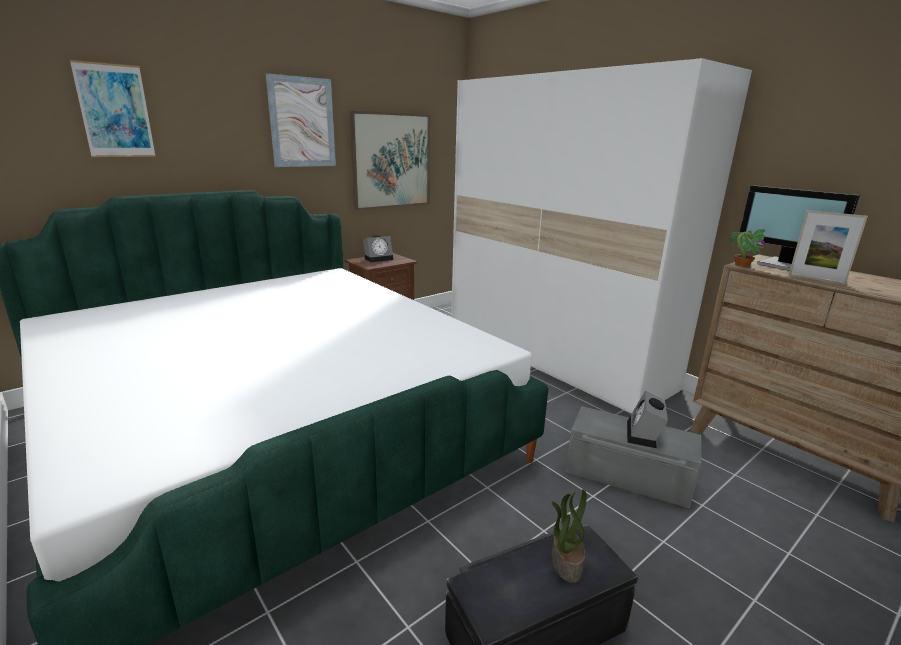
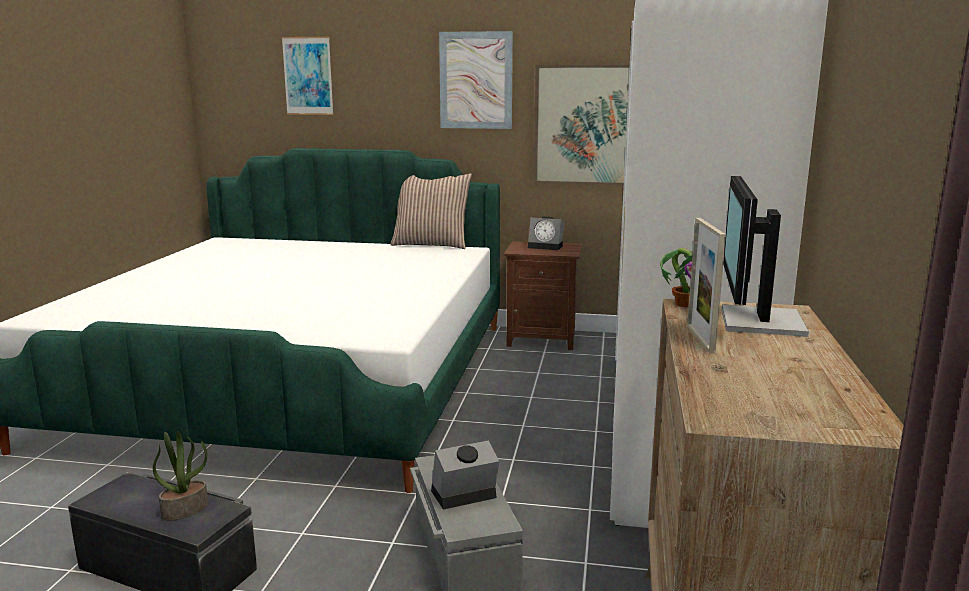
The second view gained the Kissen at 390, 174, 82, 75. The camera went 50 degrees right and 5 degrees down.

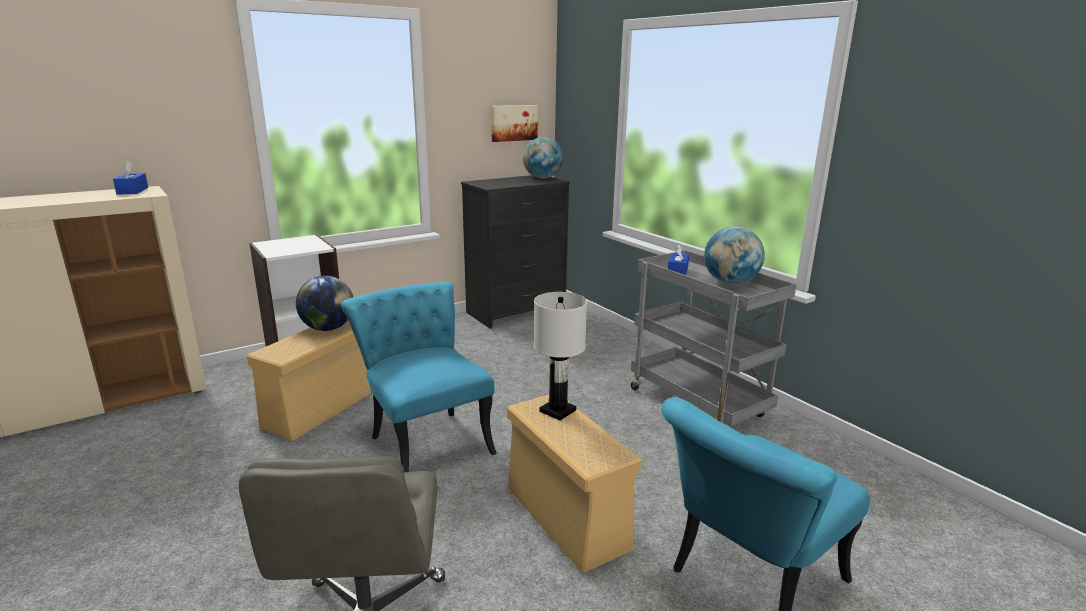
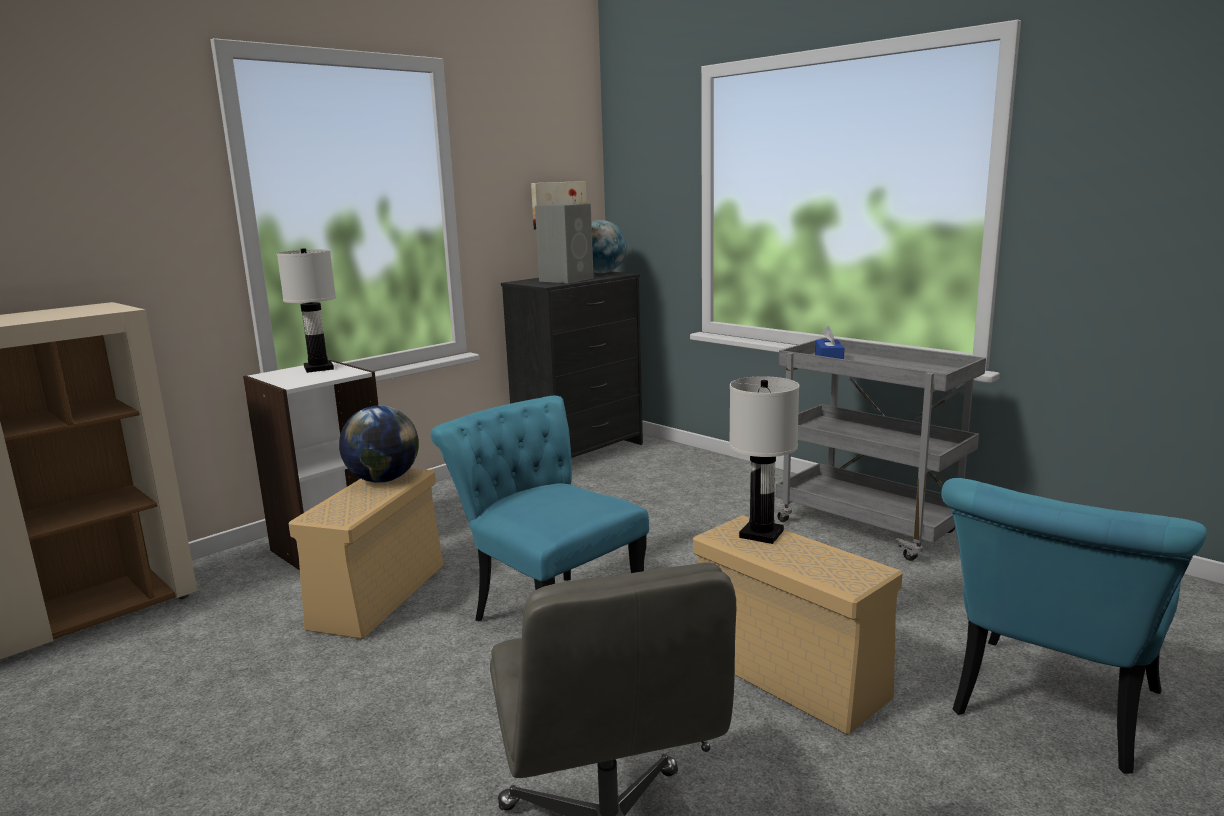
The second view lost the Taschentuchbox/blau at 113, 161, 35, 34. The second view lost the Globus at 704, 227, 61, 58. The second view gained the Tischlampe/weiß at 277, 248, 59, 125. The second view gained the Lautsprecher/grau at 535, 204, 59, 79. The camera went 10 degrees left and 5 degrees down.

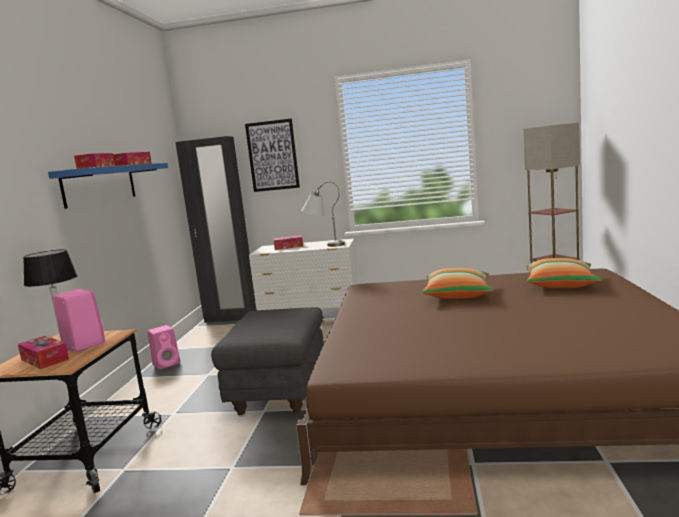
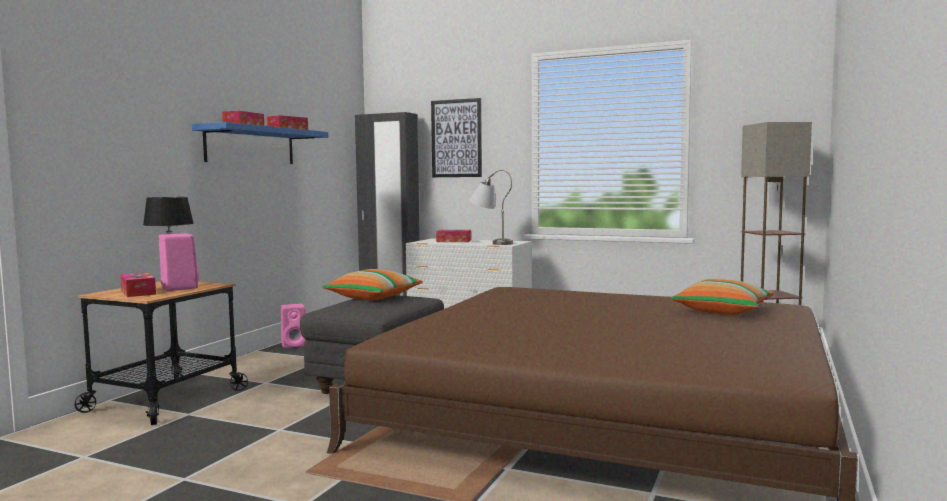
The Kissen ended up elsewhere, having gone from 422, 268, 71, 31 to 322, 269, 101, 32. The camera went 15 degrees right and 5 degrees down.

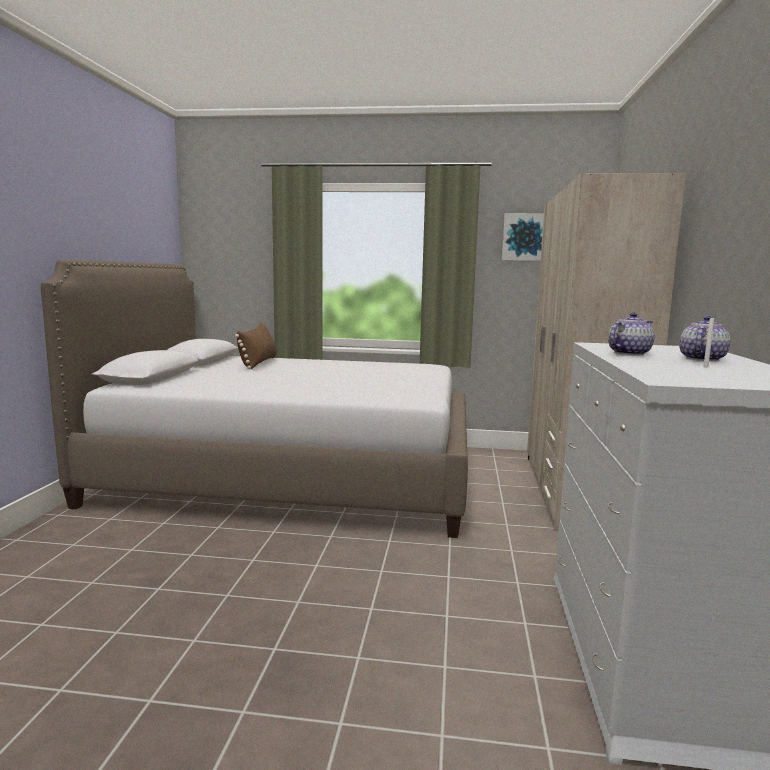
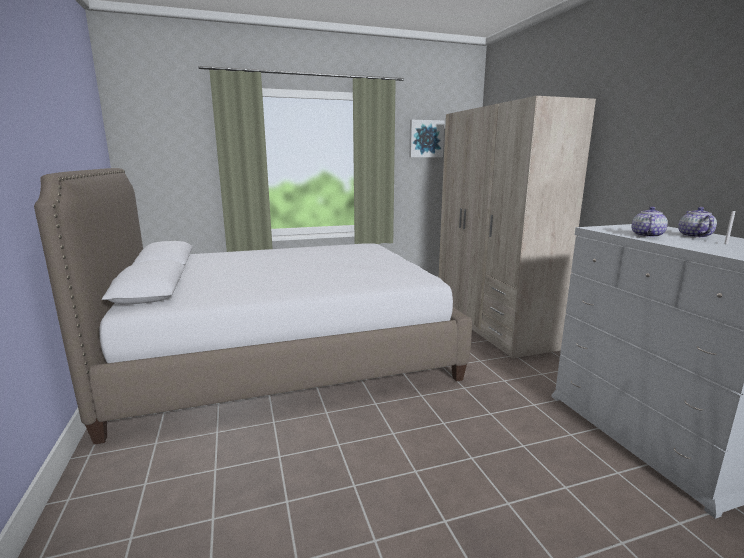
The second view lost the Kissen/braun at 235, 323, 41, 46. The camera went 25 degrees left and 5 degrees up.

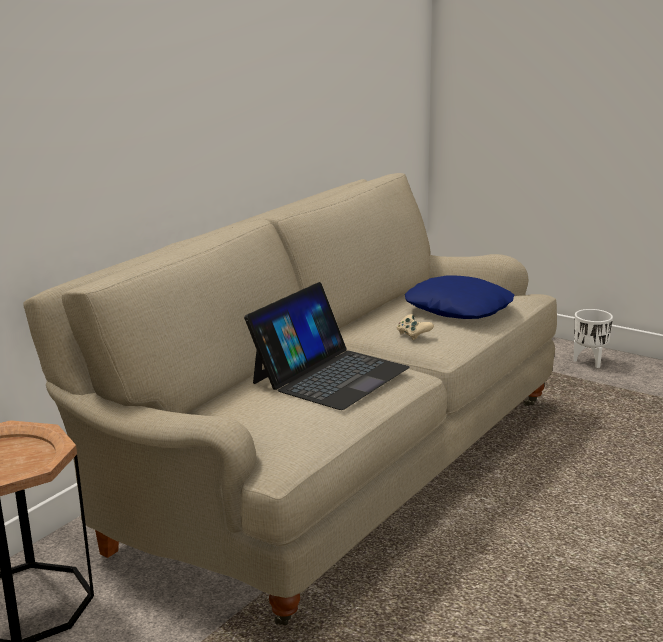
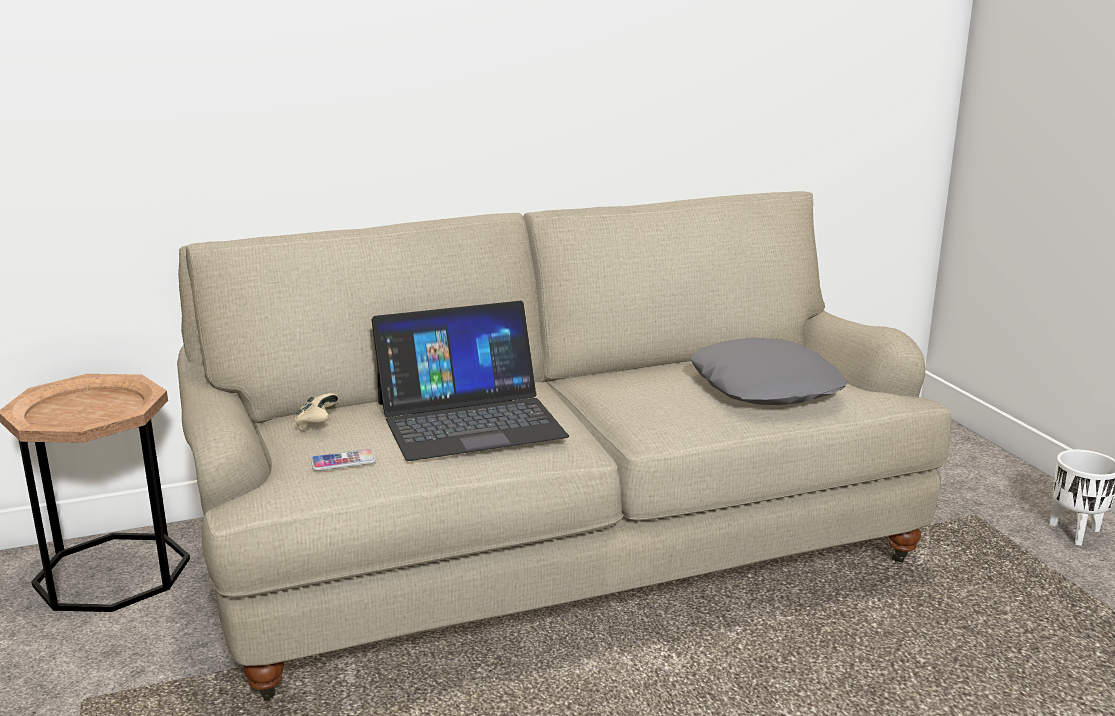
The Gamepad/beige ended up elsewhere, having gone from 397, 314, 37, 26 to 294, 393, 44, 36. What was the Kissen/blau at 405, 275, 109, 44 turned into the Kissen/grau at 690, 338, 157, 67. The second view gained the Handy at 311, 449, 65, 22. The camera went 35 degrees right and 0 degrees up.

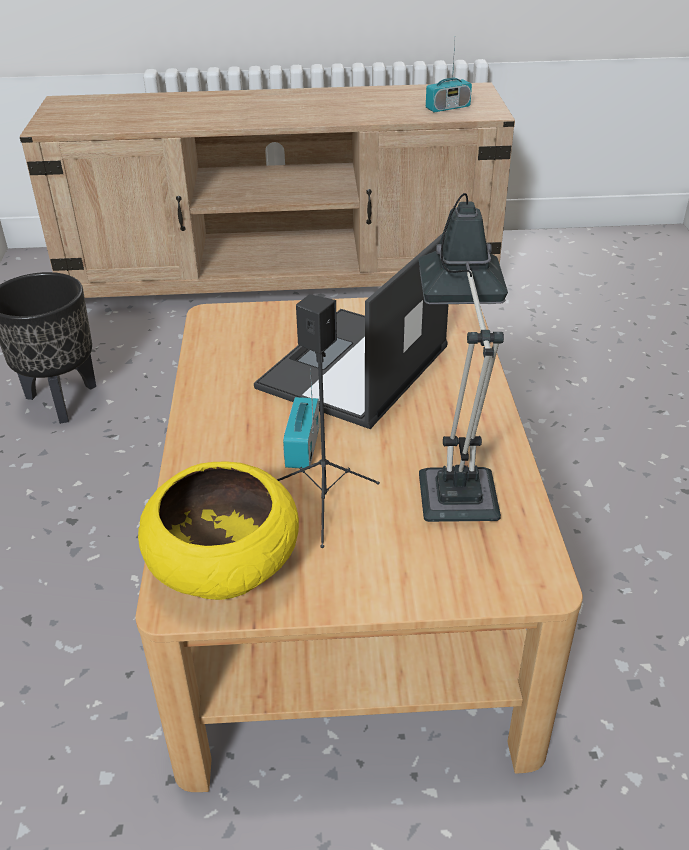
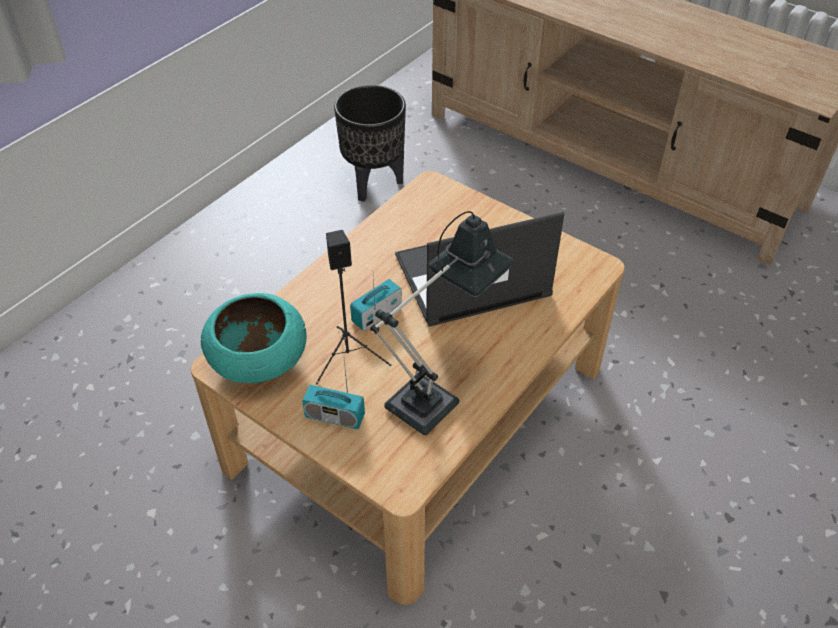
What was the Schüssel/gelb at 138, 461, 161, 139 turned into the Schüssel/türkis at 201, 293, 106, 90. The Radio ended up elsewhere, having gone from 426, 43, 46, 69 to 302, 361, 63, 68. The camera went 40 degrees right and 10 degrees up.

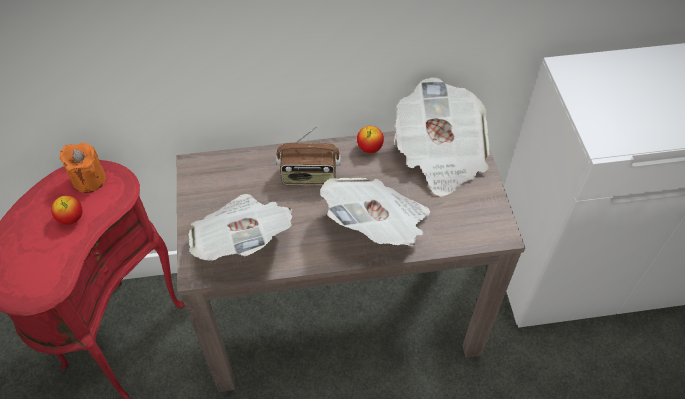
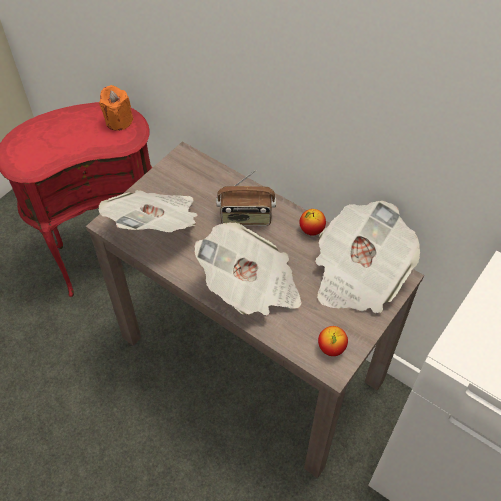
The Apfel ended up elsewhere, having gone from 51, 196, 31, 29 to 318, 326, 30, 30. The Radio at 276, 126, 65, 60 ended up facing another way, 45 degrees counterclockwise from before. The camera went 45 degrees right and 0 degrees up.

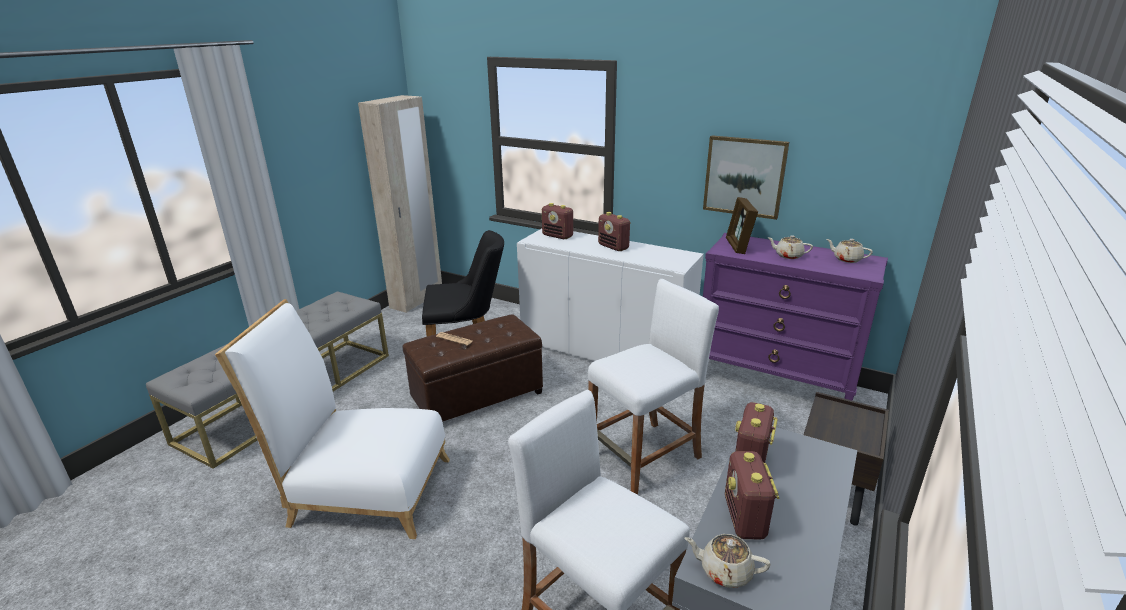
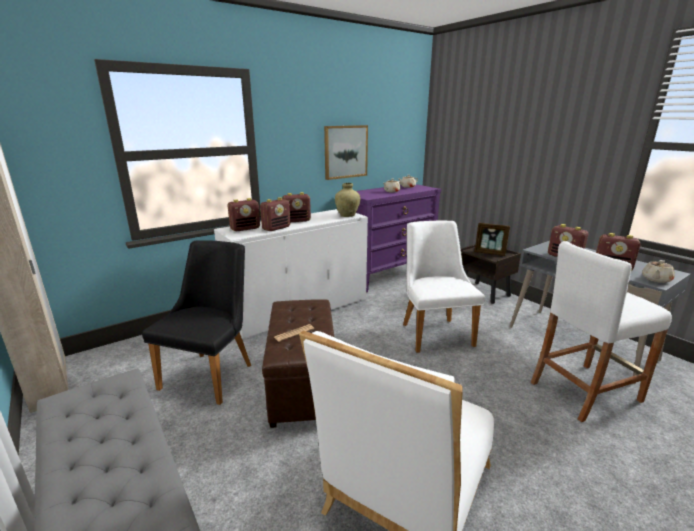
Where the Hocker/weiß stood at 588, 279, 131, 216, the Stuhl/weiß came to stand at 403, 221, 82, 132. The Bilderrahmen ended up elsewhere, having gone from 726, 197, 32, 57 to 474, 223, 36, 33. The second view gained the Radio at 260, 197, 30, 34. The second view gained the Vase/beige at 335, 183, 26, 34. The camera went 65 degrees left and 5 degrees down.

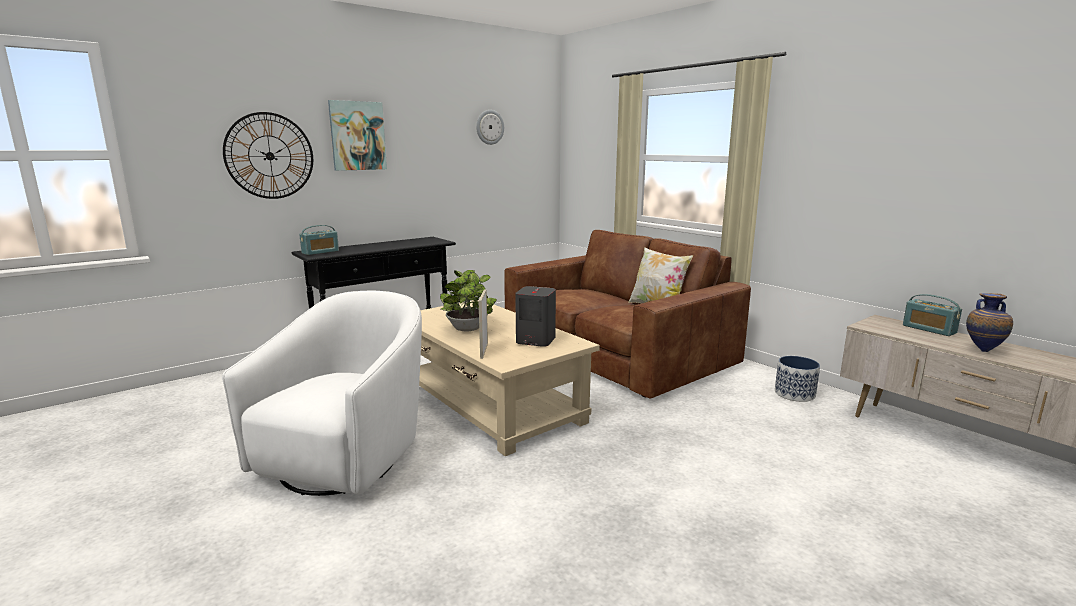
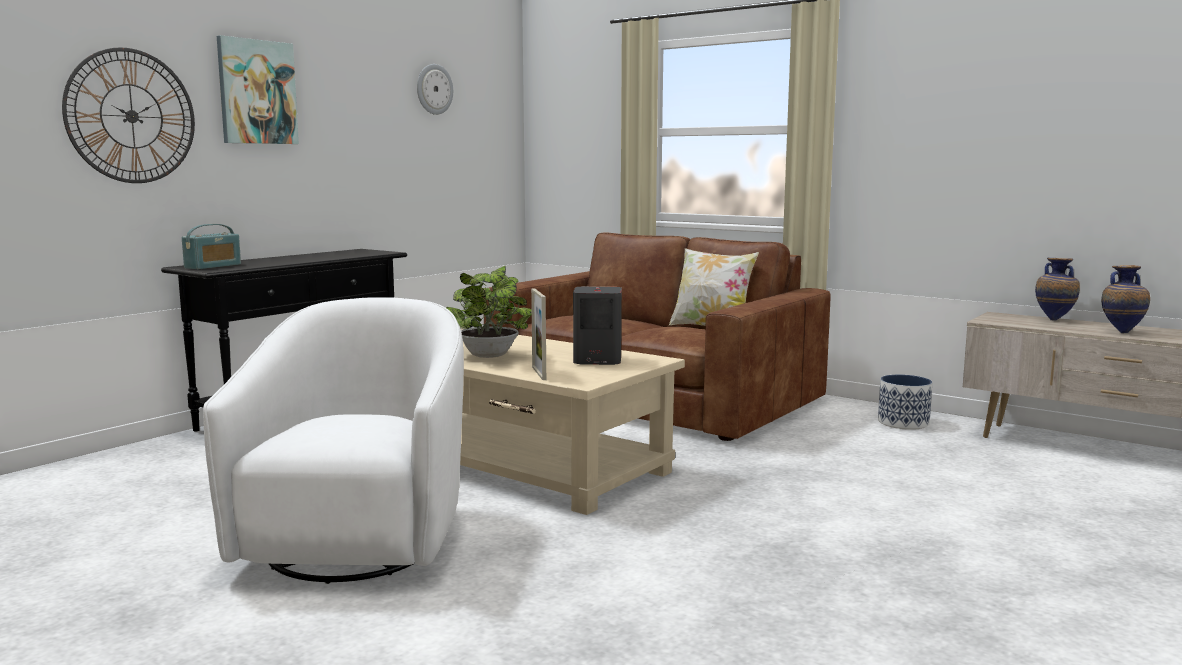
Where the Radio stood at 903, 294, 59, 42, the Vase came to stand at 1035, 257, 45, 64. The camera went 15 degrees left and 5 degrees down.

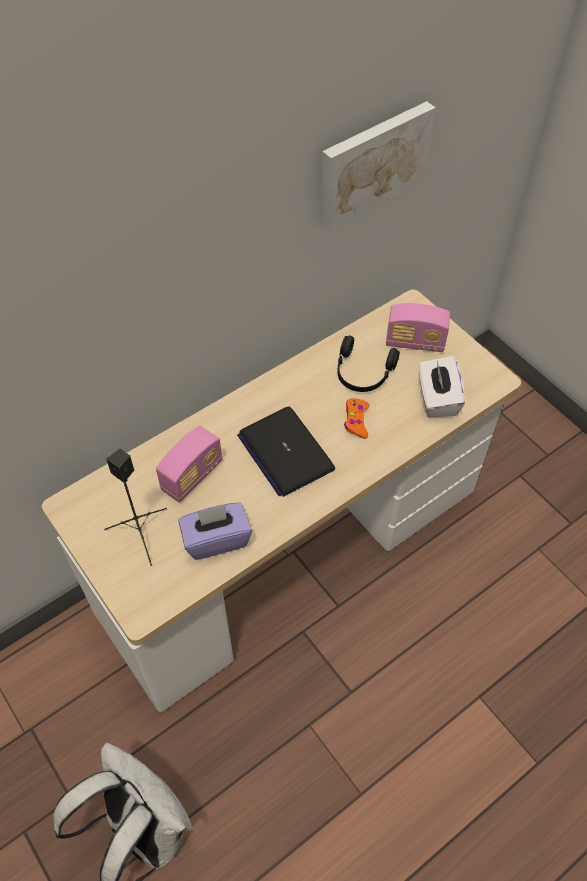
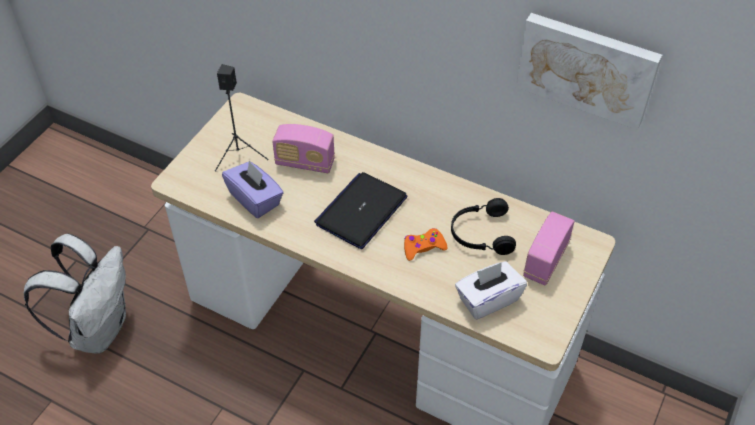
The Radio at 386, 303, 64, 49 ended up facing another way, 45 degrees clockwise from before. The camera went 65 degrees right and 5 degrees down.

